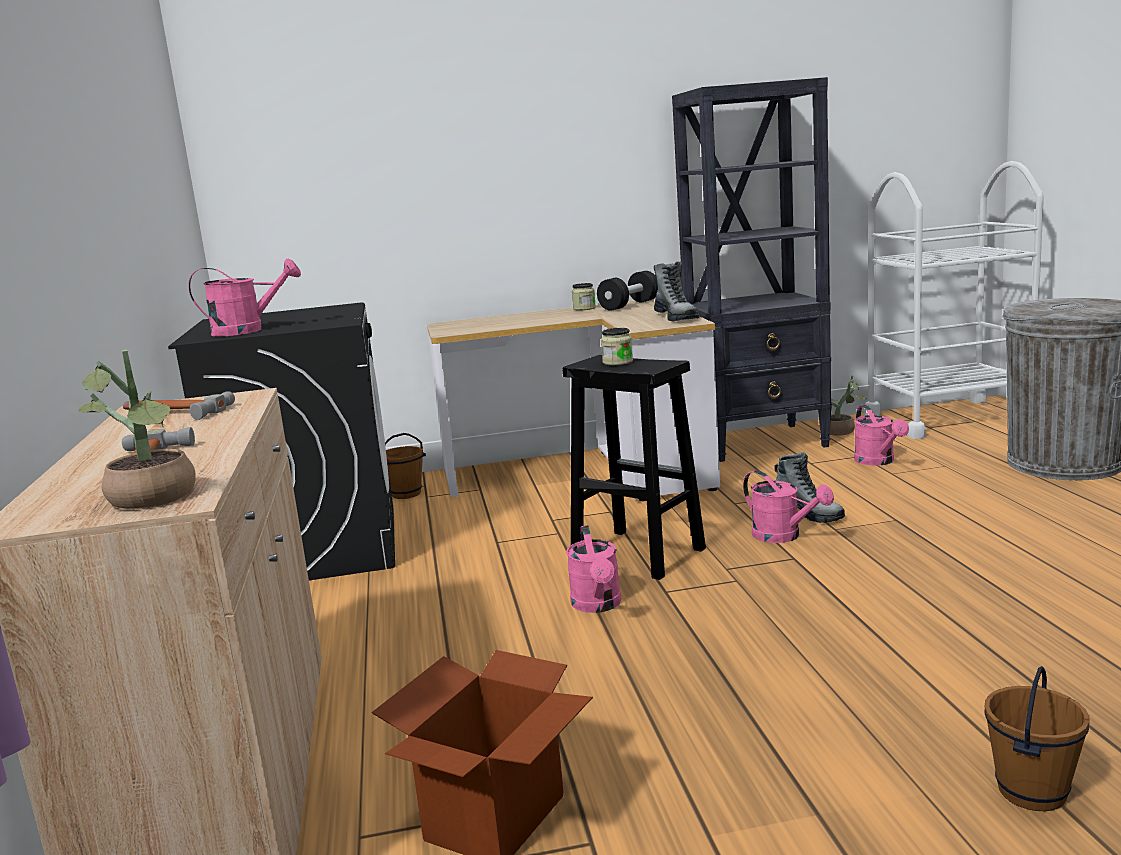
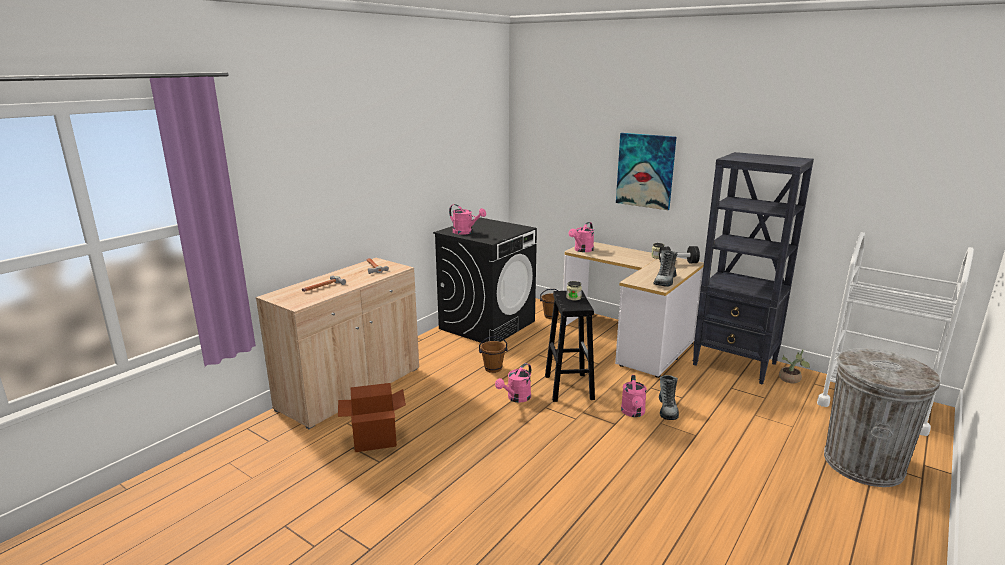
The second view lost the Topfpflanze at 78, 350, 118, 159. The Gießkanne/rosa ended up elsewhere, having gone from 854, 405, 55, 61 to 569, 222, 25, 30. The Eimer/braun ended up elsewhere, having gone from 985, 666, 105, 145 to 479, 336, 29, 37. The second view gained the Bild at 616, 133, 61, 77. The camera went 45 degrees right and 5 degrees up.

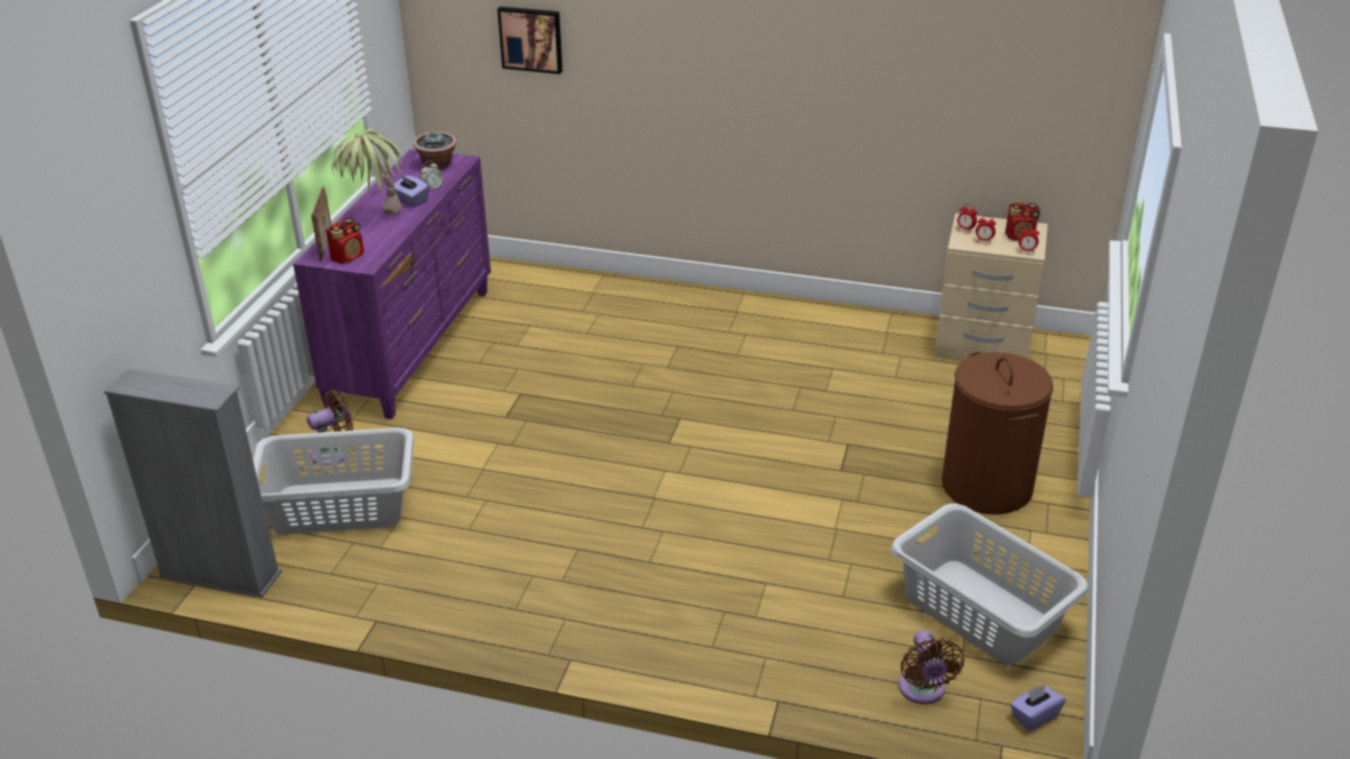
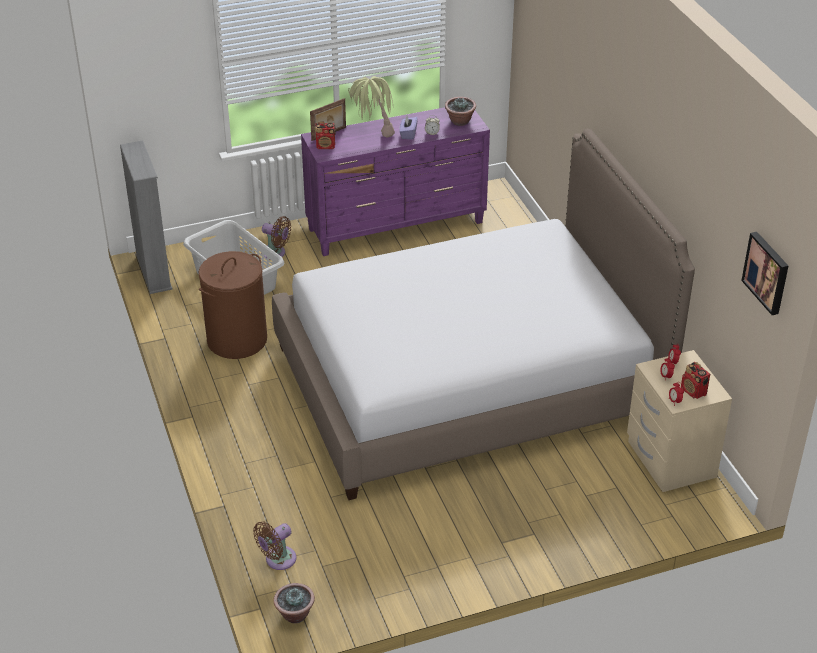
The Bild ended up elsewhere, having gone from 497, 6, 66, 68 to 741, 232, 47, 83. The second view lost the Wäschekorb/grau at 891, 503, 197, 162. The Wäschekorb/braun ended up elsewhere, having gone from 942, 352, 111, 163 to 198, 251, 69, 108. Where the Taschentuchbox/lila stood at 1010, 684, 56, 47, the Topfpflanze came to stand at 273, 583, 42, 40. The second view gained the Bett at 272, 128, 423, 372. The camera went 55 degrees right and 5 degrees up.

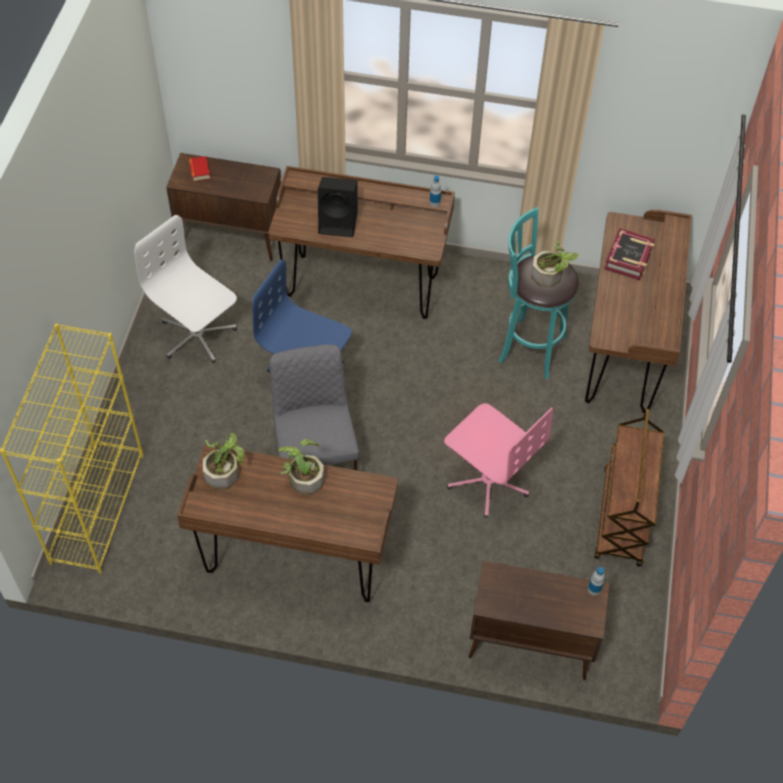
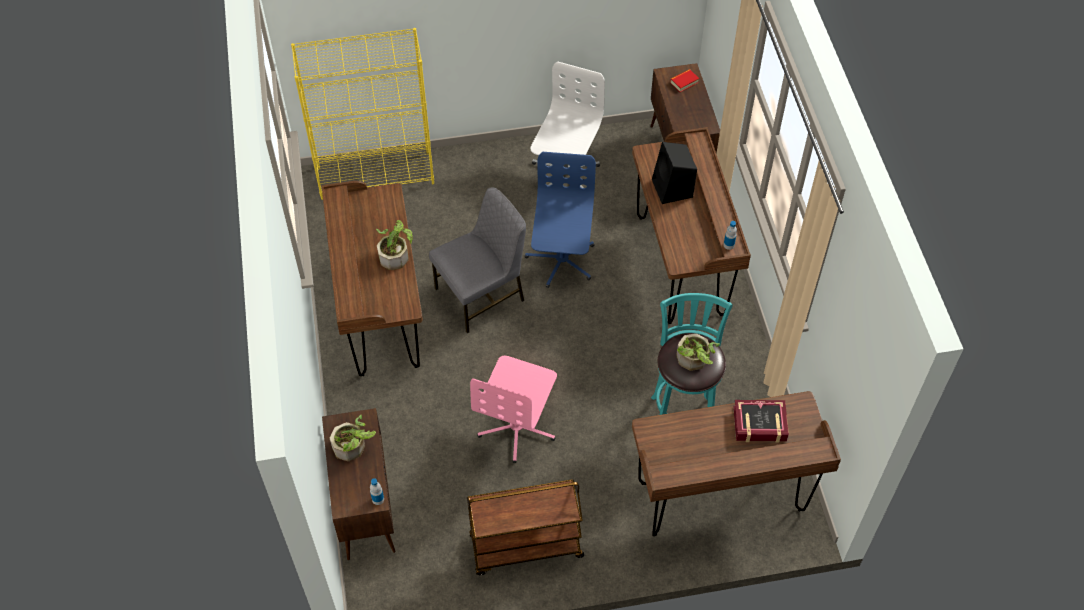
The Topfpflanze ended up elsewhere, having gone from 203, 433, 41, 57 to 330, 415, 46, 46. The camera went 70 degrees right and 0 degrees up.

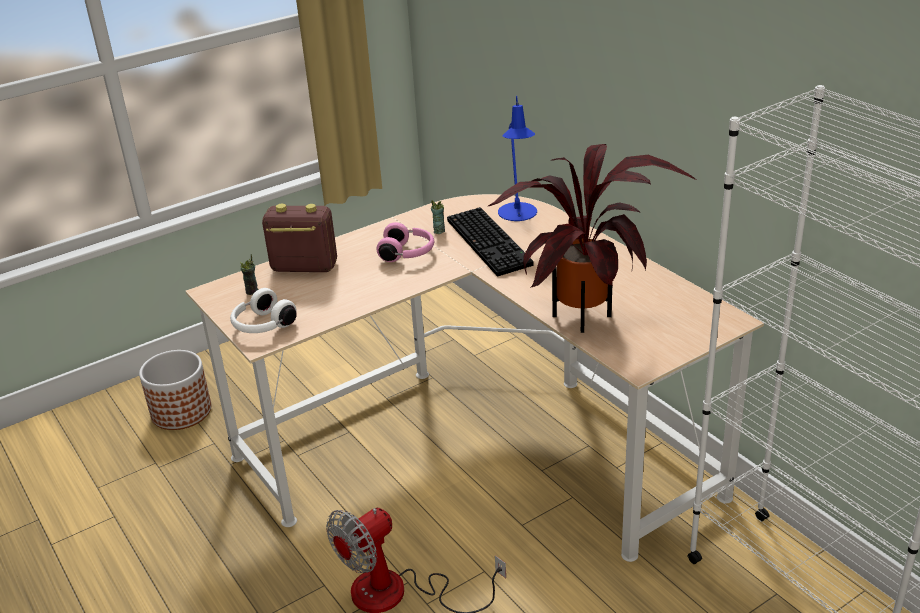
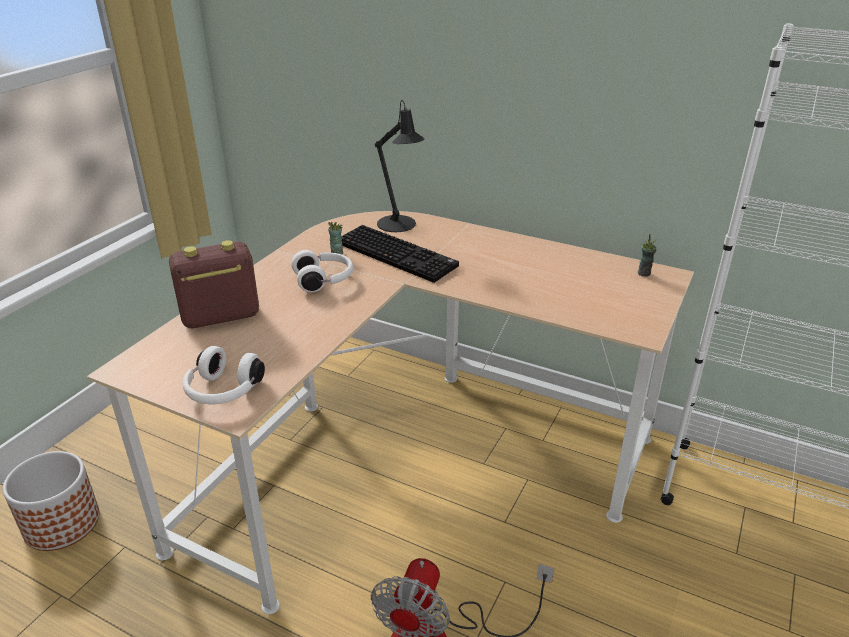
The Tasse ended up elsewhere, having gone from 240, 254, 18, 41 to 638, 234, 19, 43. What was the Kopfhörer/rosa at 377, 222, 57, 40 turned into the Kopfhörer/weiß at 291, 250, 62, 42. The second view lost the Topfpflanze at 487, 144, 209, 189. What was the Tischlampe/blau at 498, 95, 39, 126 turned into the Tischlampe/schwarz at 375, 100, 50, 132. The camera went 30 degrees left and 0 degrees up.

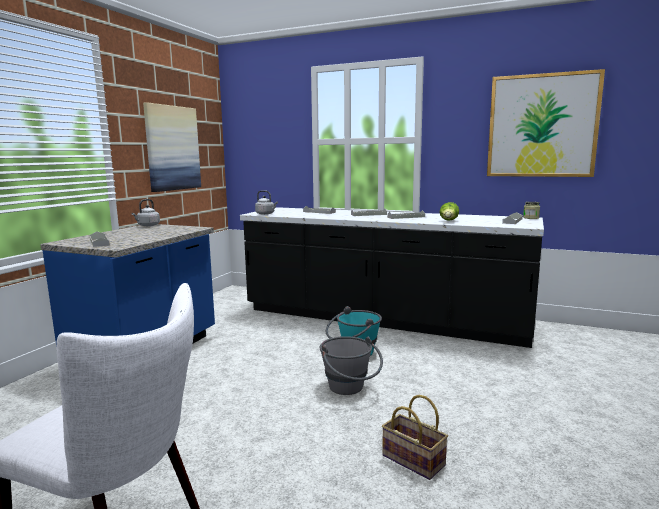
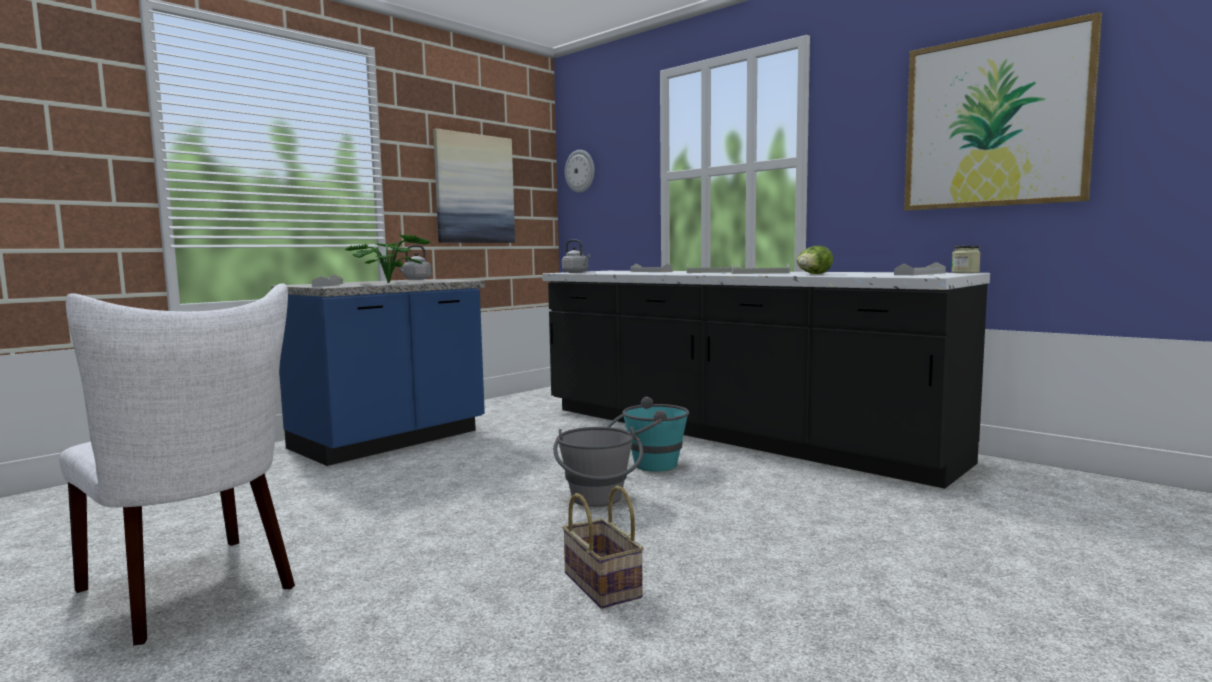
The second view gained the Topfpflanze at 345, 234, 85, 49. The second view gained the Wanduhr at 565, 150, 29, 43. The camera went 20 degrees right and 5 degrees down.

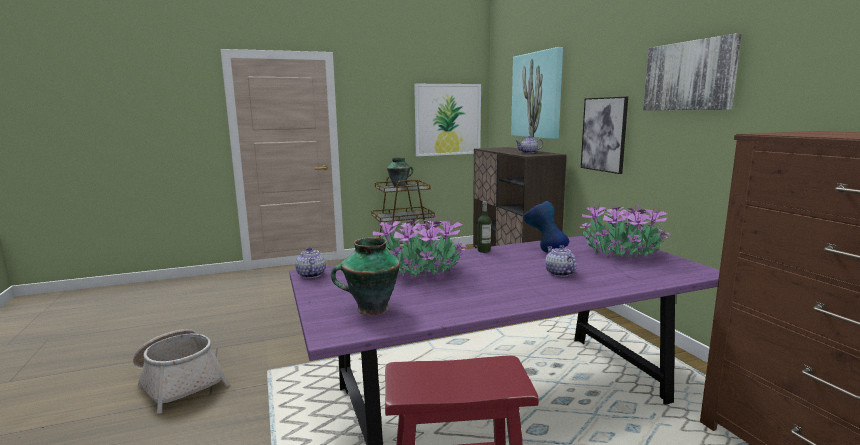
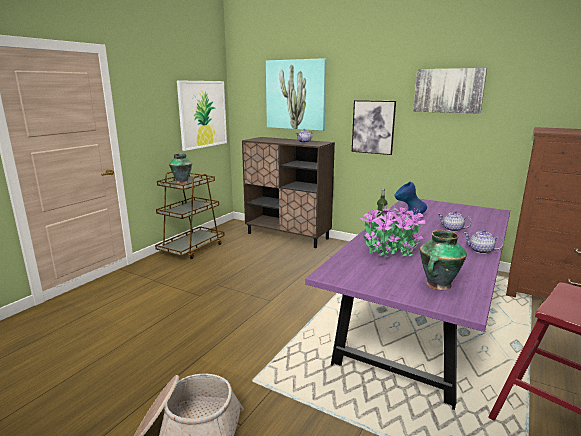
The Teekanne ended up elsewhere, having gone from 295, 247, 31, 31 to 463, 230, 41, 24. The second view lost the Topfpflanze at 579, 201, 91, 58. The camera went 40 degrees left and 5 degrees up.

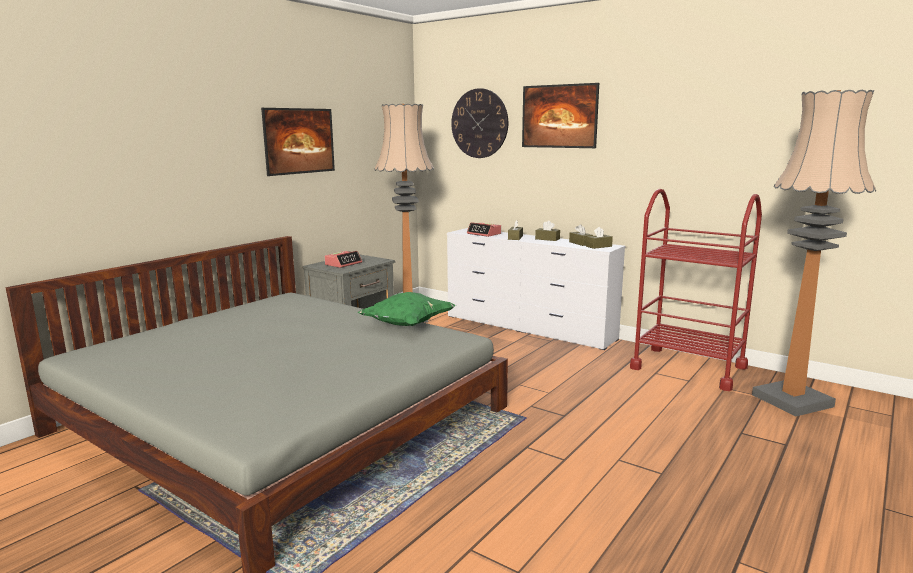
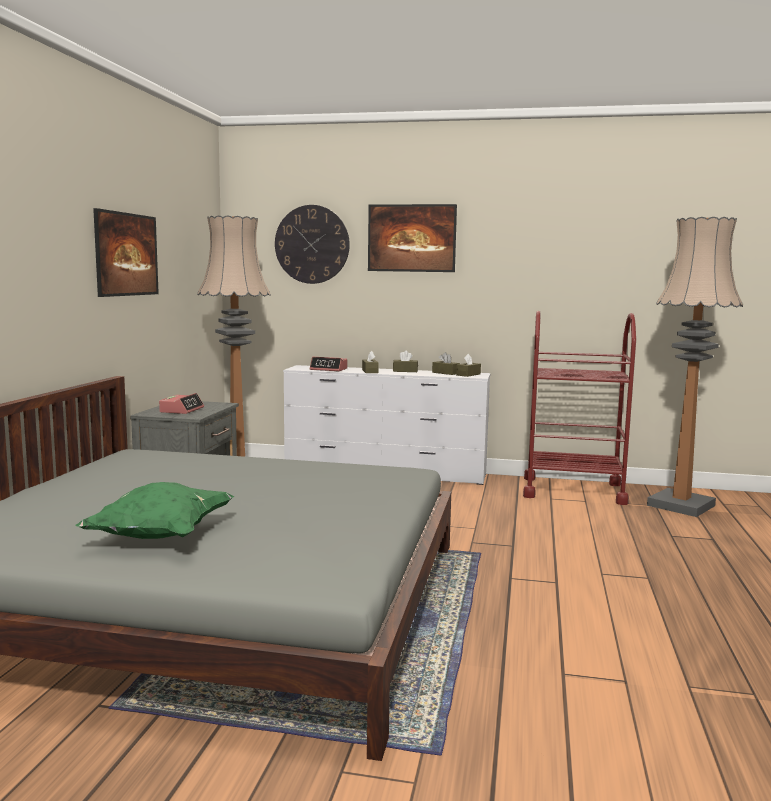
The Kissen/grün ended up elsewhere, having gone from 358, 292, 98, 34 to 75, 482, 159, 57. The camera went 25 degrees left and 5 degrees down.

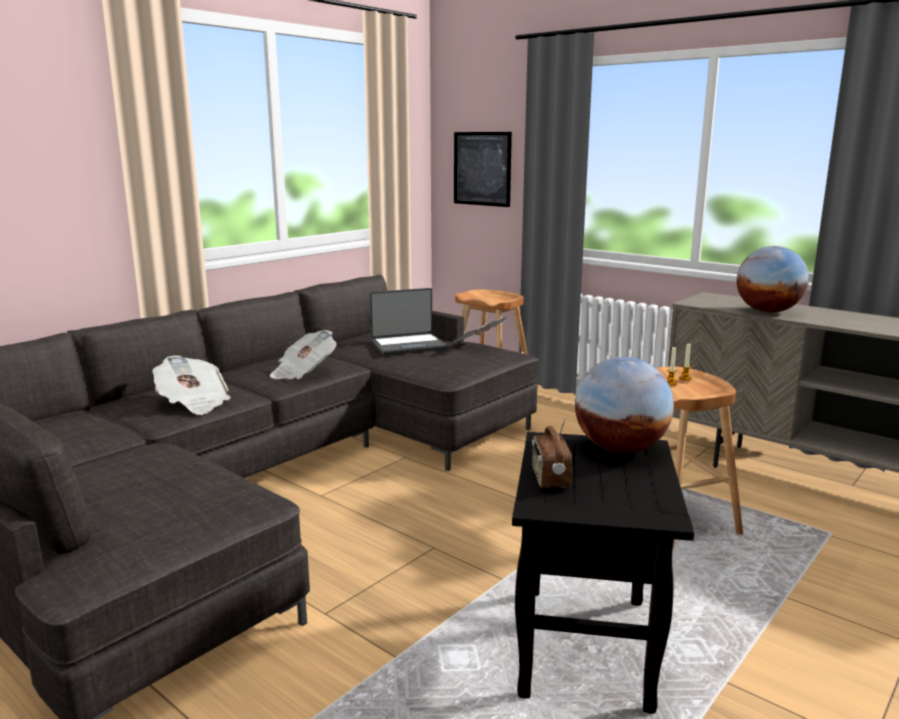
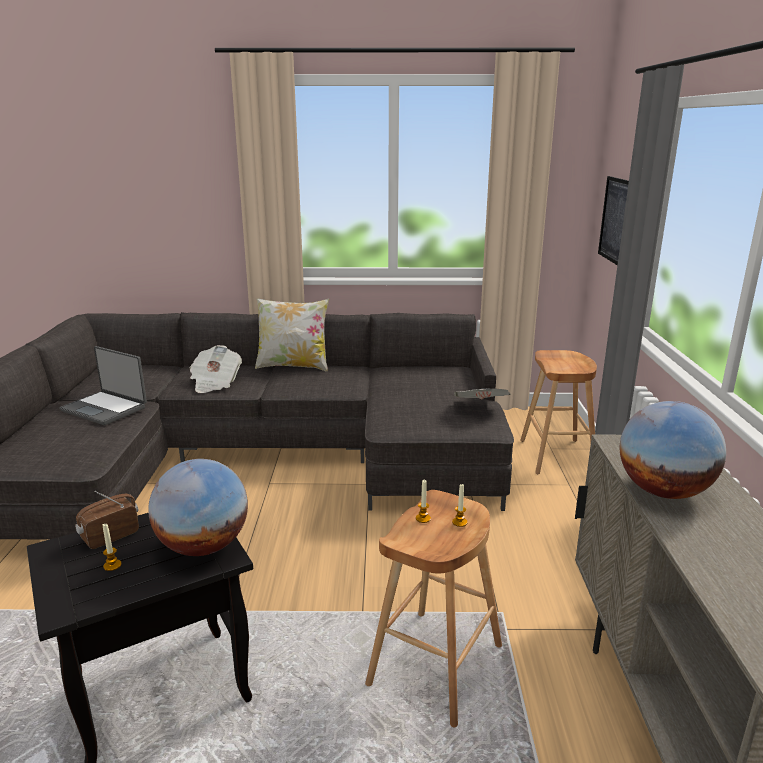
The second view lost the Zeitung at 270, 330, 67, 49. The Laptop ended up elsewhere, having gone from 370, 288, 77, 67 to 60, 346, 87, 79. The second view gained the Kerze at 103, 524, 19, 47. The second view gained the Kissen at 255, 298, 74, 73. The camera went 50 degrees right and 5 degrees up.

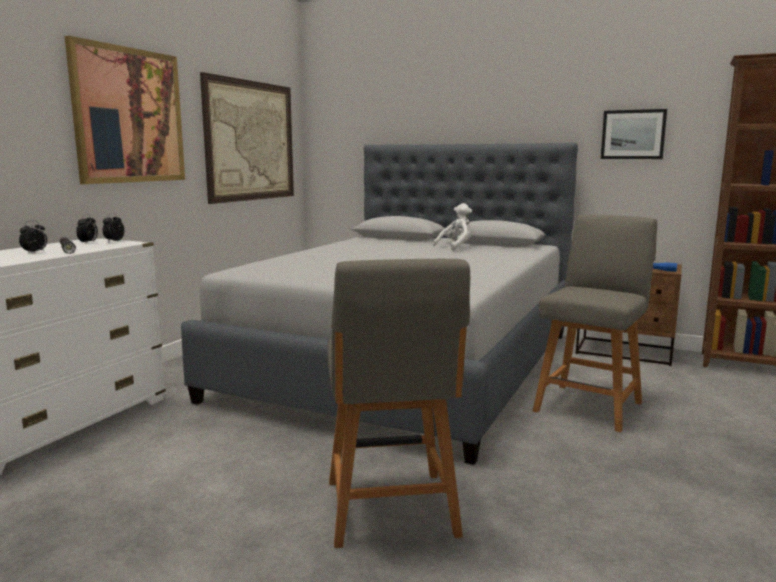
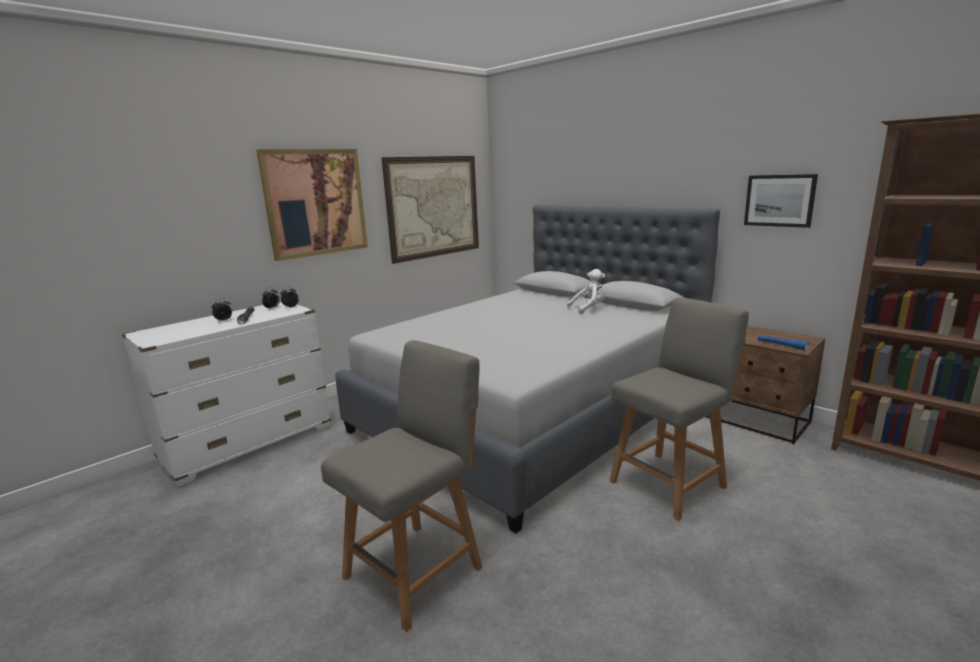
The Stuhl/grau at 327, 259, 143, 289 ended up facing another way, 150 degrees counterclockwise from before. The camera went 20 degrees right and 5 degrees up.

